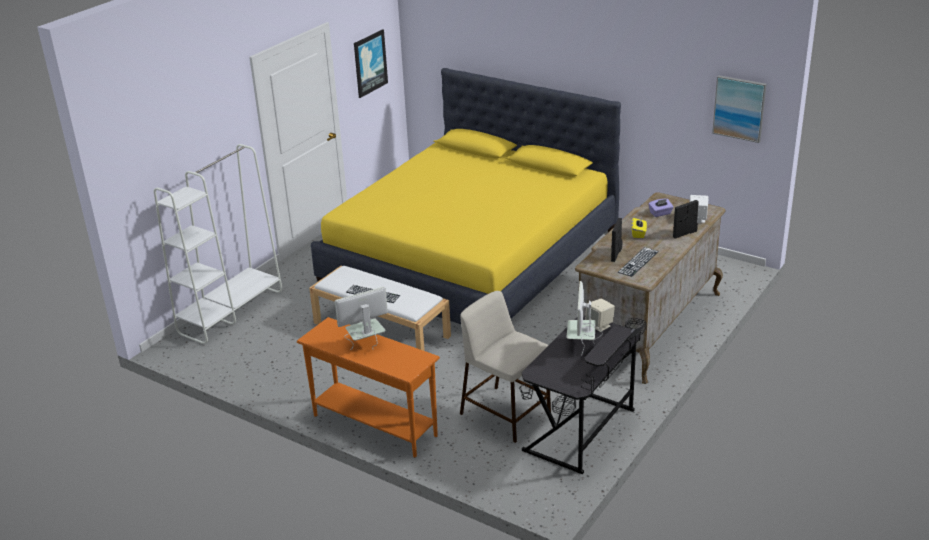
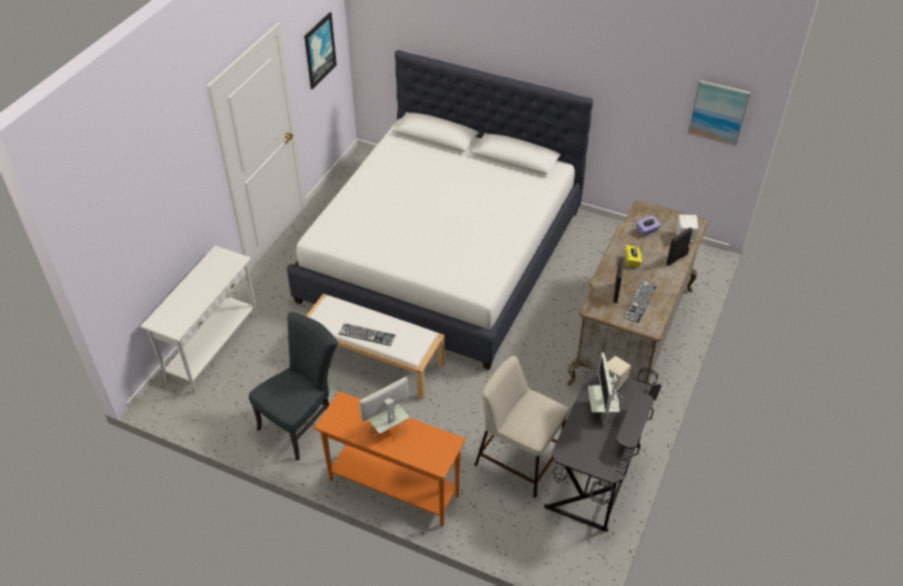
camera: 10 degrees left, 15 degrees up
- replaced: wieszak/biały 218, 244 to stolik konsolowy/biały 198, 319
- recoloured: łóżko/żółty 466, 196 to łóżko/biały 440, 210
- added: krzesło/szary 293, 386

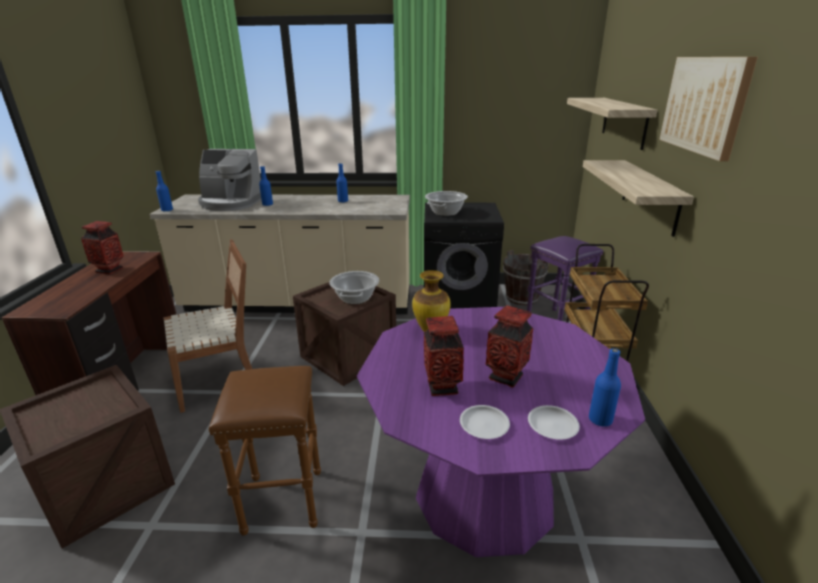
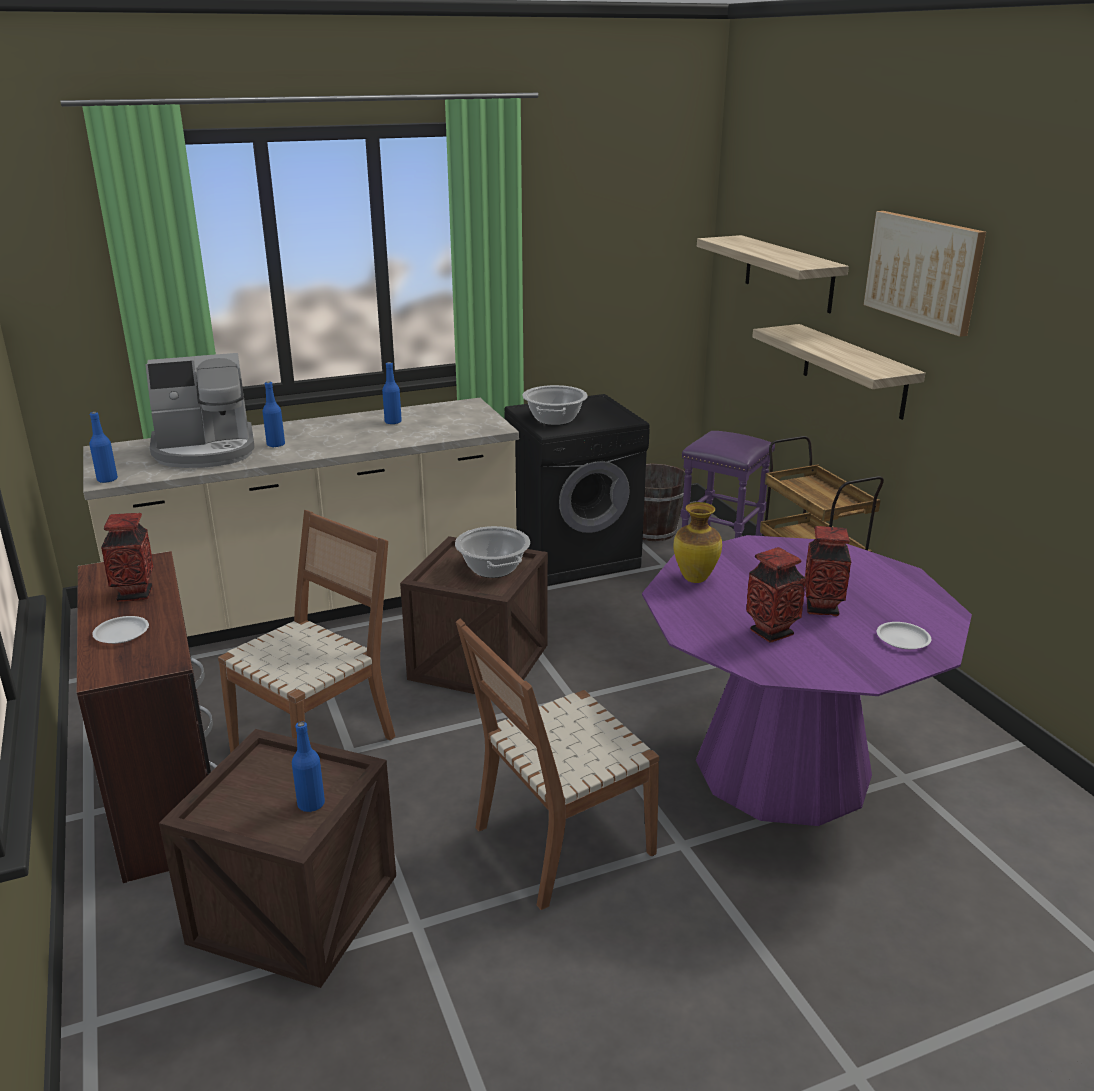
camera: 25 degrees left, 0 degrees up
- replaced: stołek/brązowy 265, 450 to krzesło 557, 764
- moved: talerz/biały 485, 422 to 120, 630
- moved: butelka/niebieski 605, 387 to 308, 766

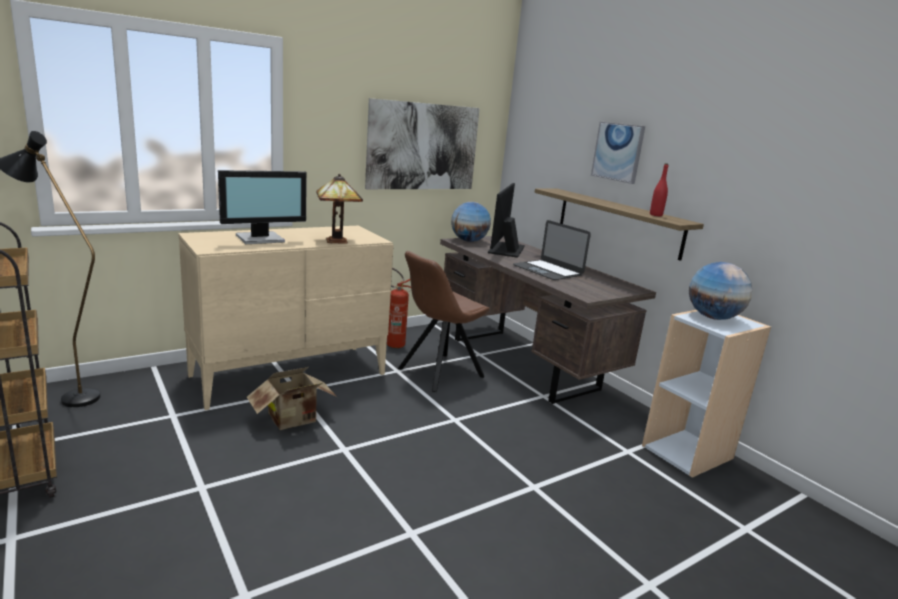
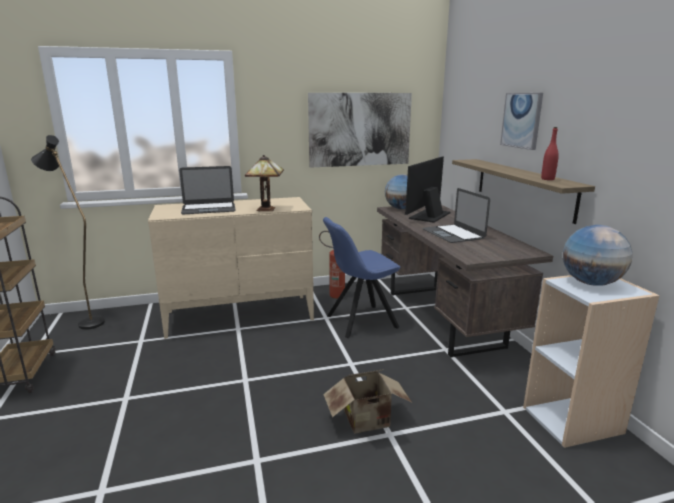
camera: 20 degrees right, 0 degrees up
- replaced: monitor 262, 207 to laptop 207, 190
- moved: karton 292, 398 to 367, 401
- recoloured: krzesło/brązowy 444, 321 to krzesło/niebieski 361, 277

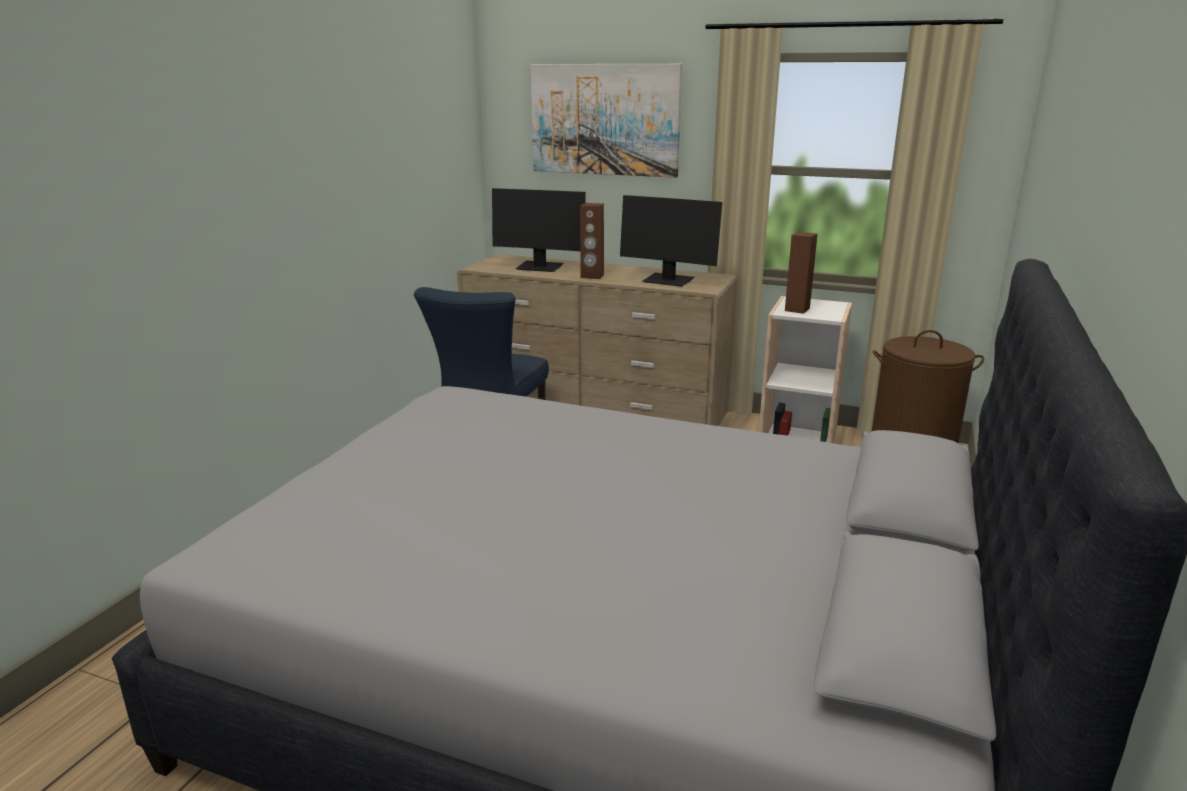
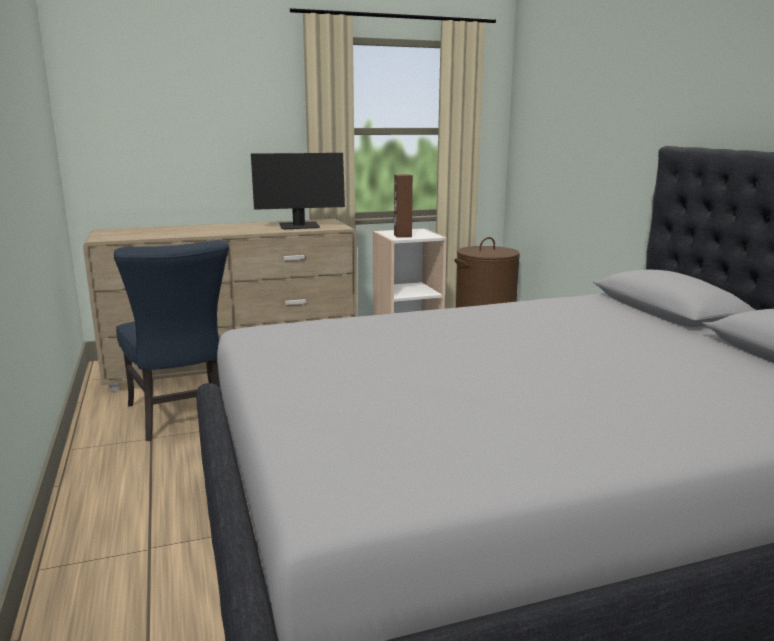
camera: 40 degrees left, 5 degrees down
- removed: monitor 539, 230
- removed: obraz 606, 121
- removed: głośnik/brązowy 592, 241

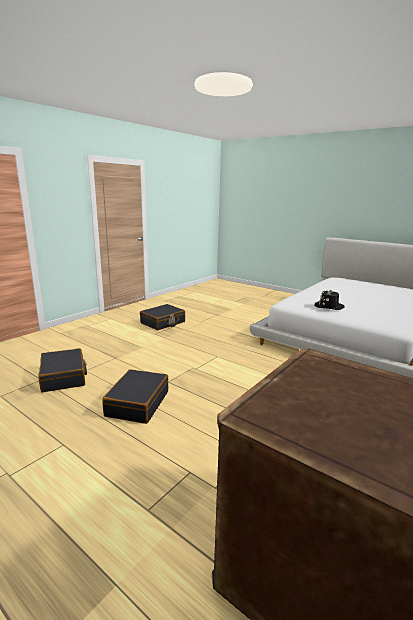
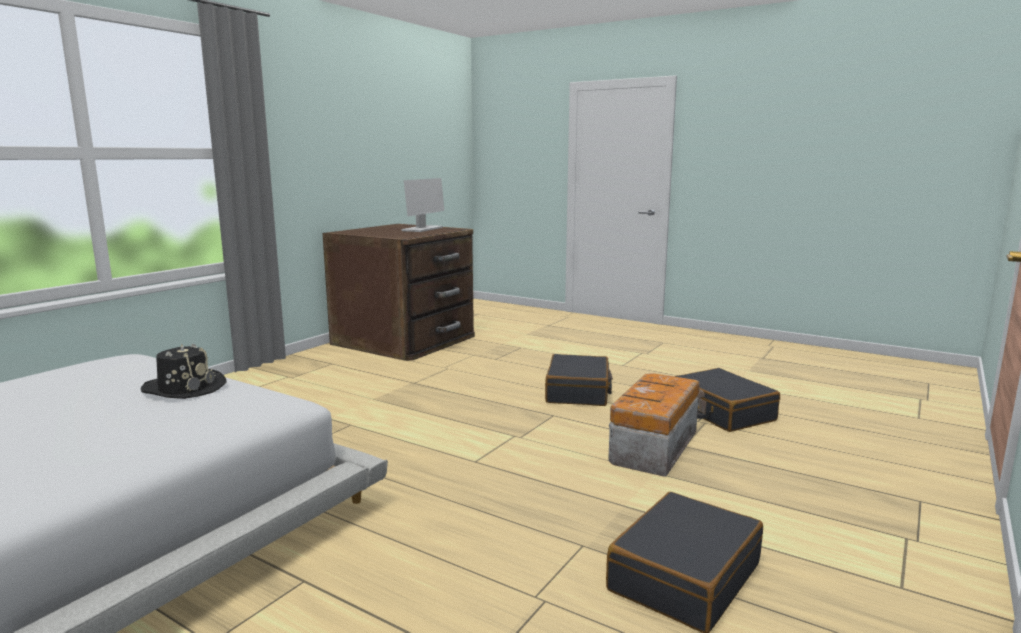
camera: 175 degrees right, 5 degrees down
- added: monitor 422, 205
- added: pojemnik do przechowywania 654, 425

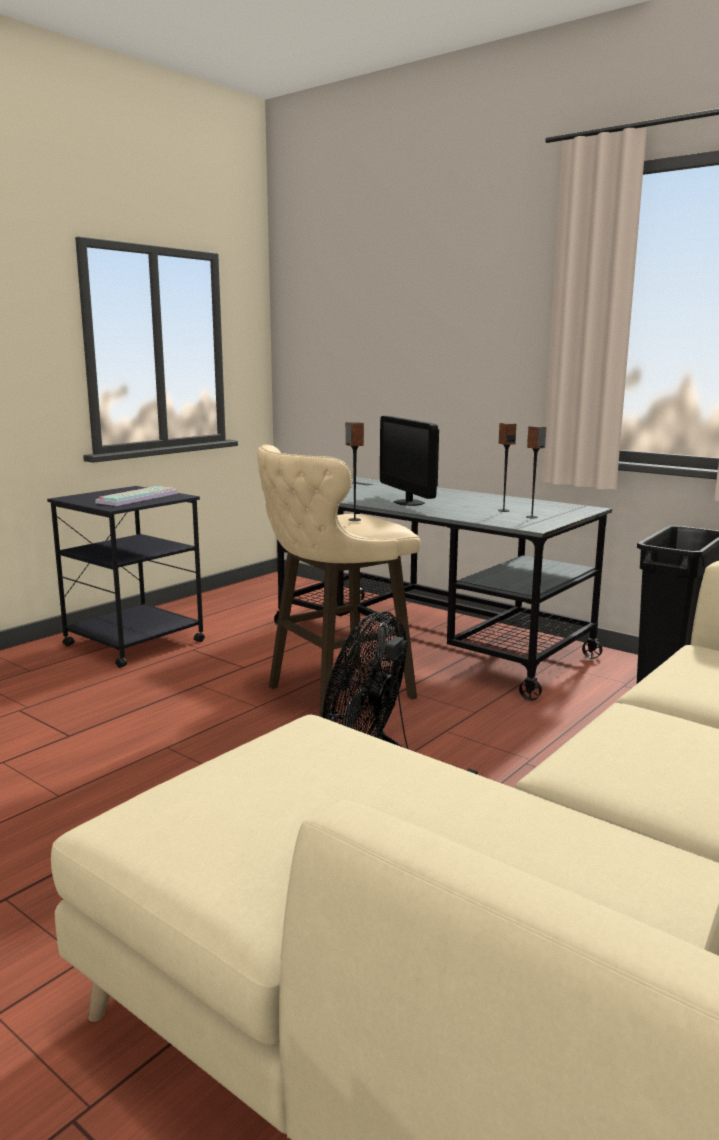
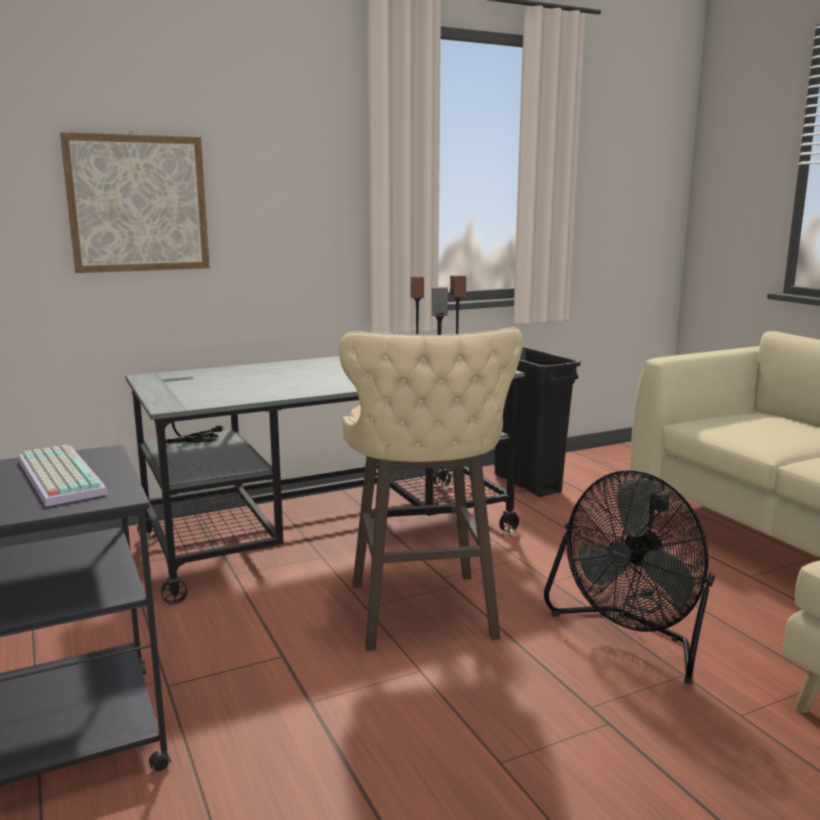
camera: 65 degrees left, 0 degrees up
- removed: monitor 409, 461
- added: obraz 135, 202

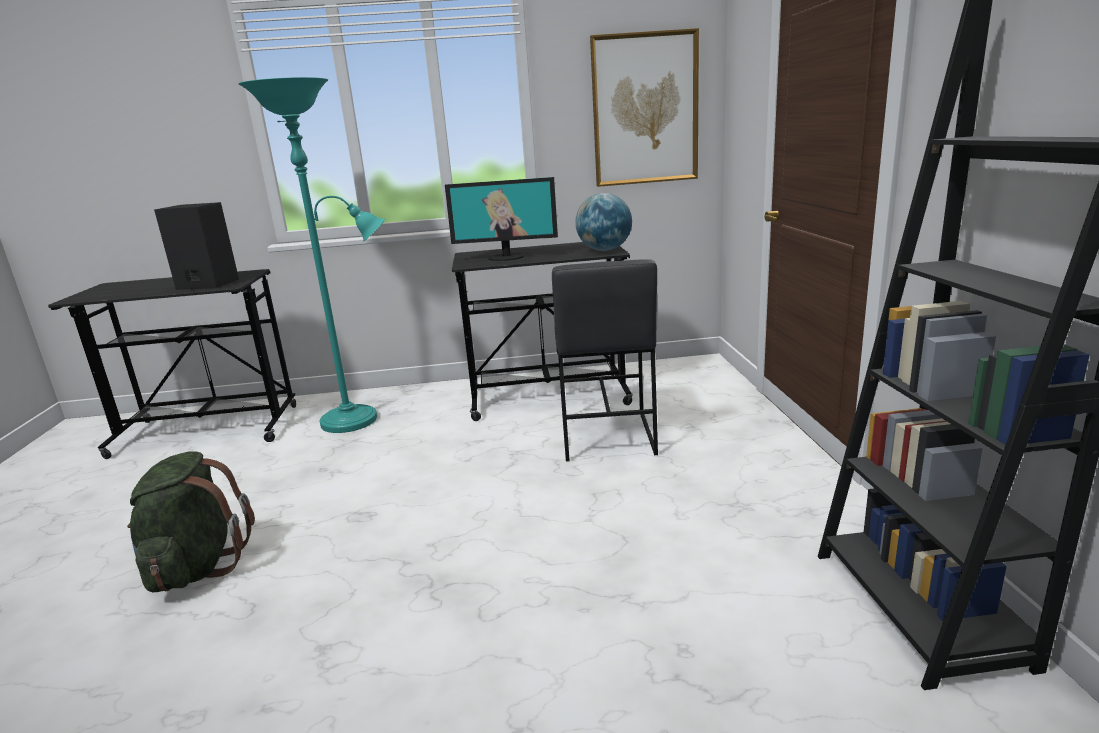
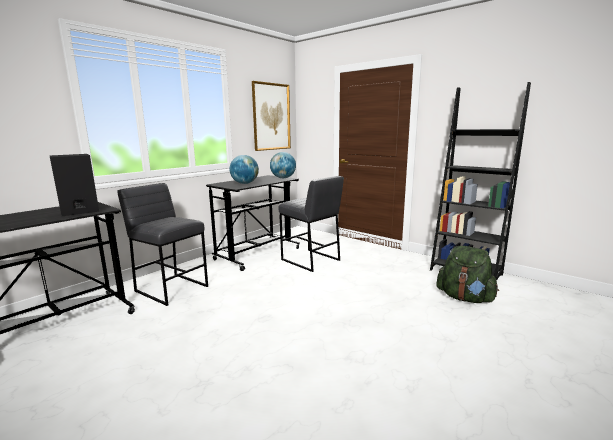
camera: 45 degrees left, 5 degrees down
- moved: plecak/zielony 191, 521 to 467, 274
- replaced: lampa stojąca/turkusowy 312, 255 to stołek/szary 162, 244
- replaced: monitor 501, 219 to globus 244, 169

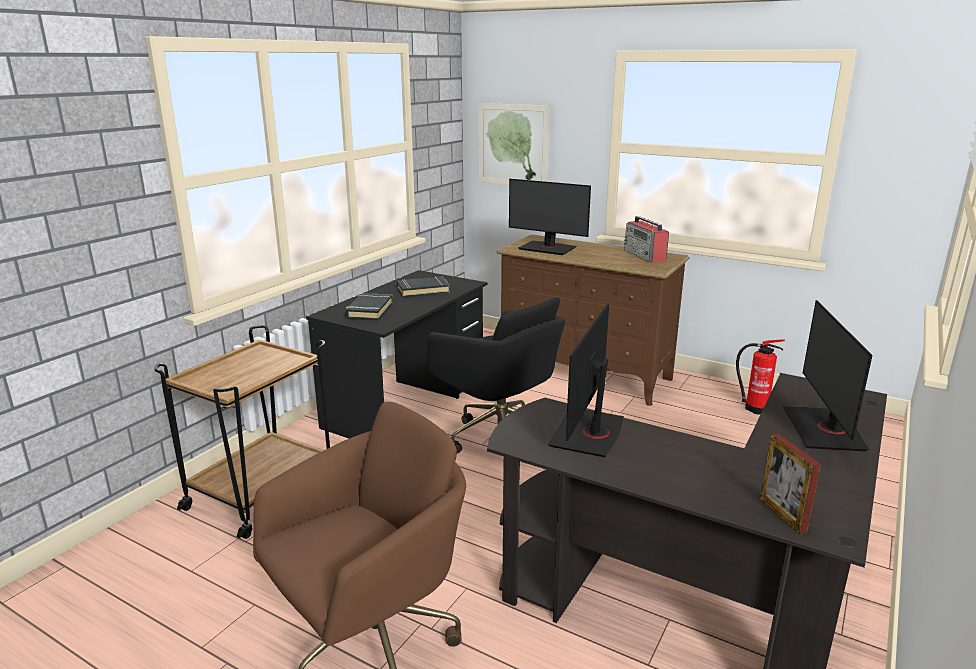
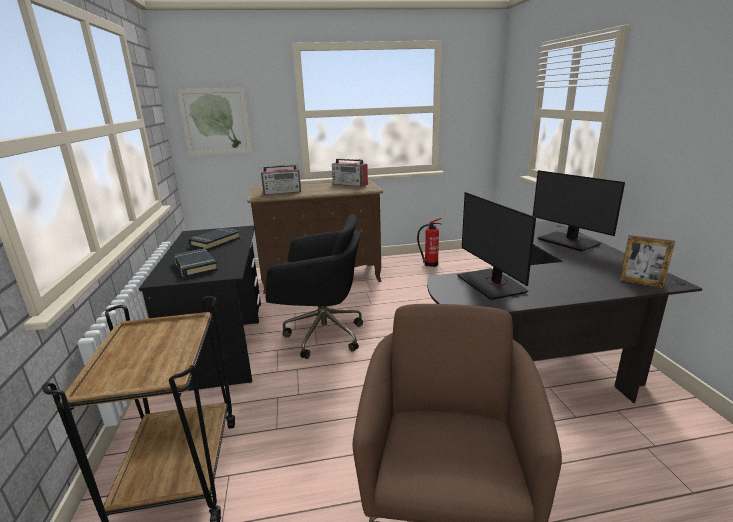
camera: 40 degrees left, 0 degrees up
- replaced: monitor 550, 217 to radio 281, 180

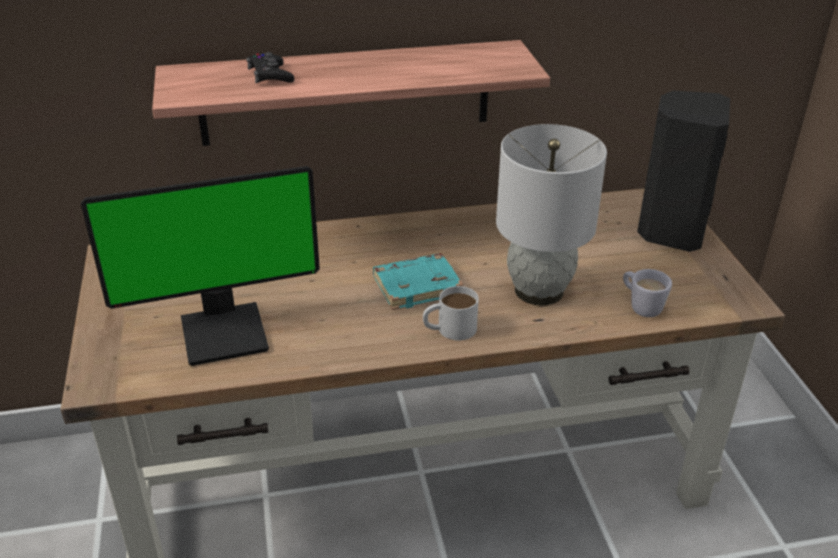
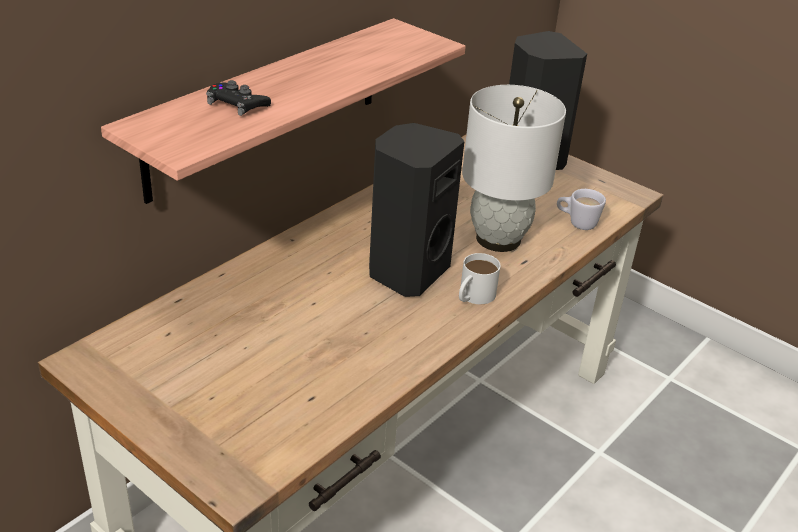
camera: 40 degrees left, 0 degrees up
- removed: monitor 200, 266
- replaced: książka/turkusowy 418, 281 to głośnik/czarny 416, 210

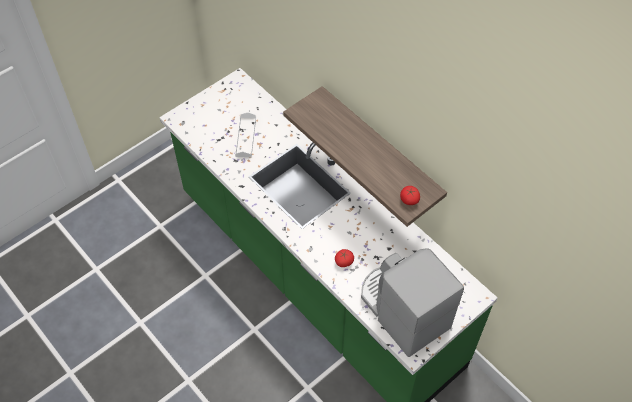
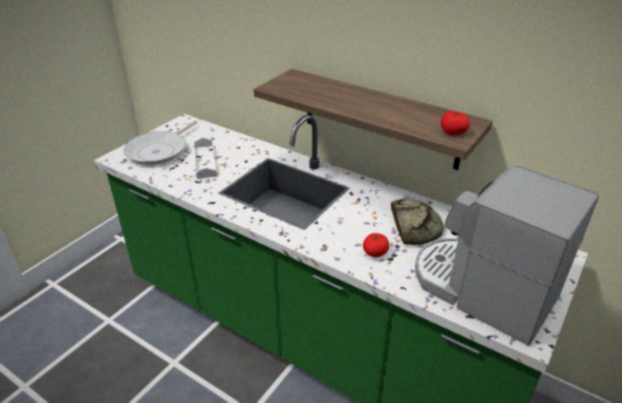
camera: 15 degrees left, 20 degrees down
- added: patelnia 160, 143
- added: chleb 417, 221

